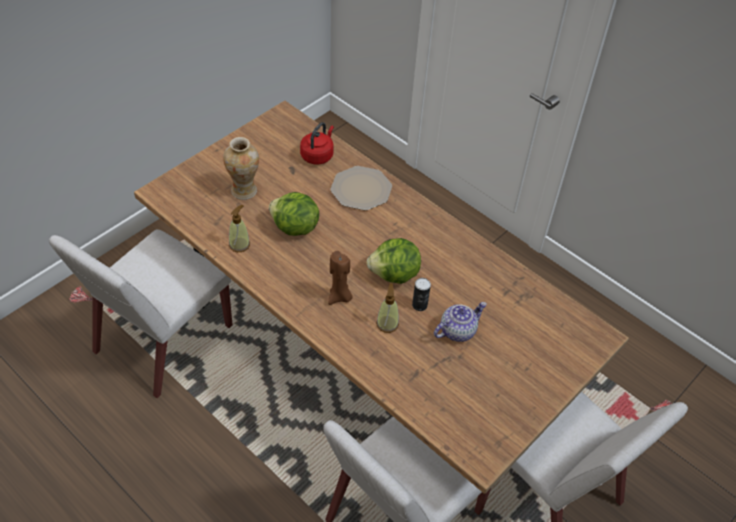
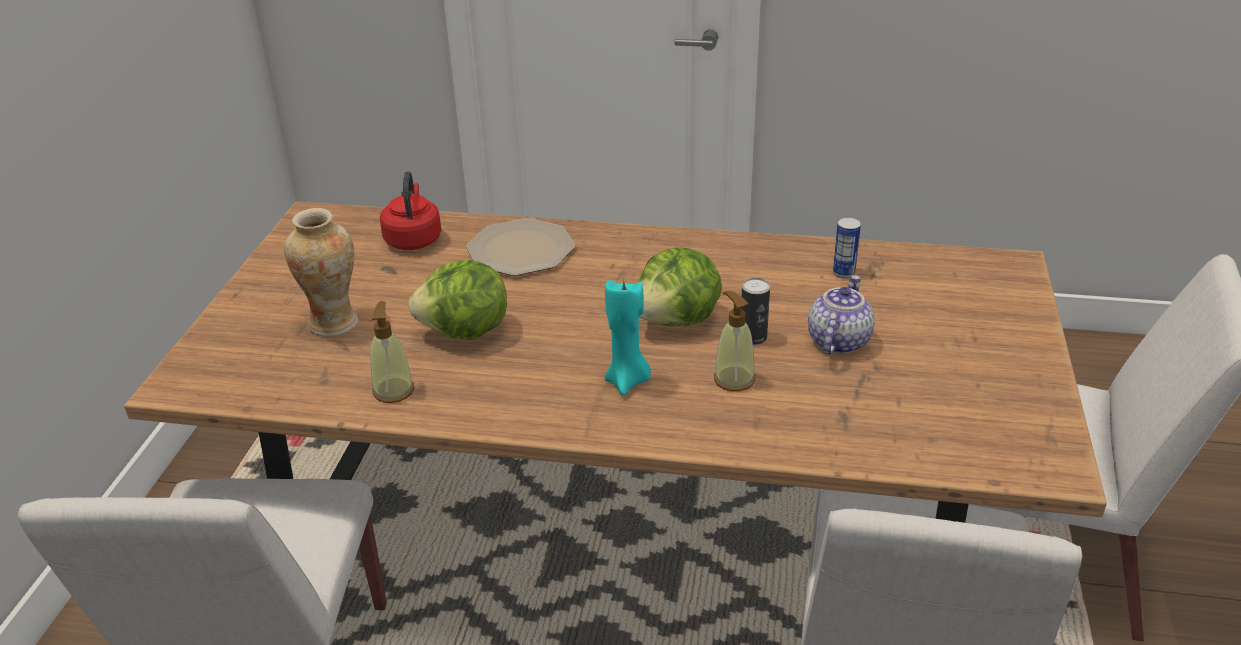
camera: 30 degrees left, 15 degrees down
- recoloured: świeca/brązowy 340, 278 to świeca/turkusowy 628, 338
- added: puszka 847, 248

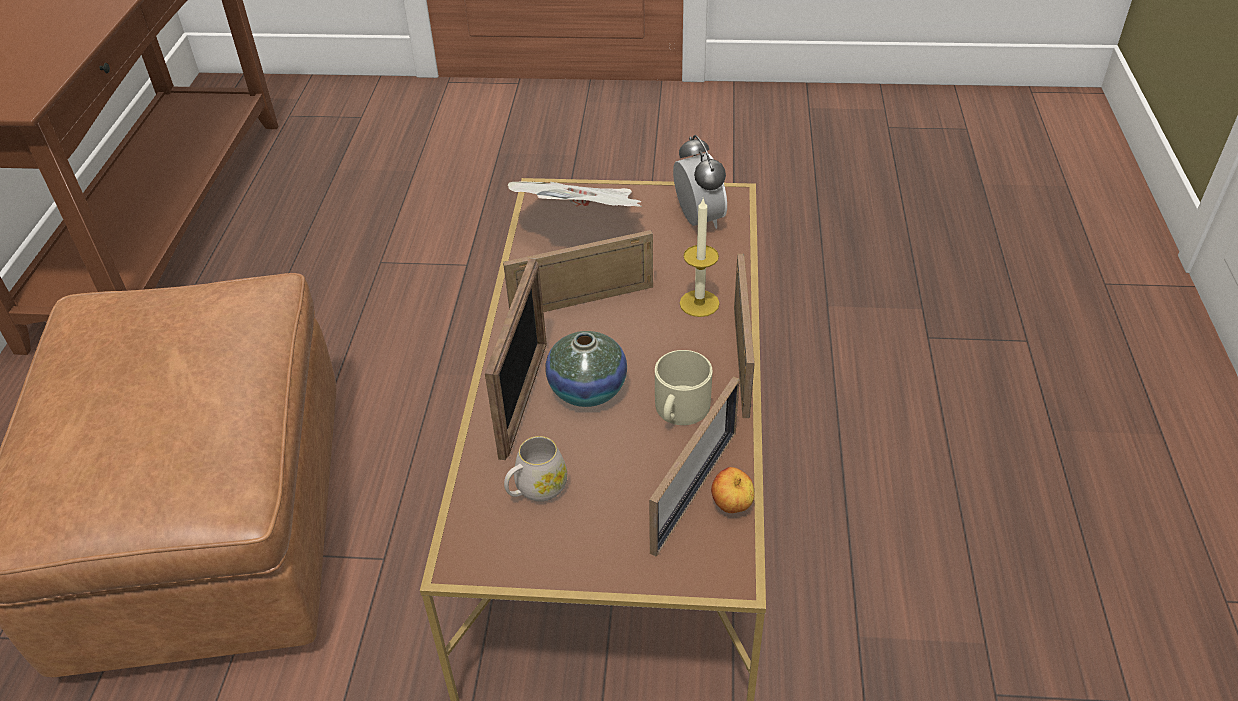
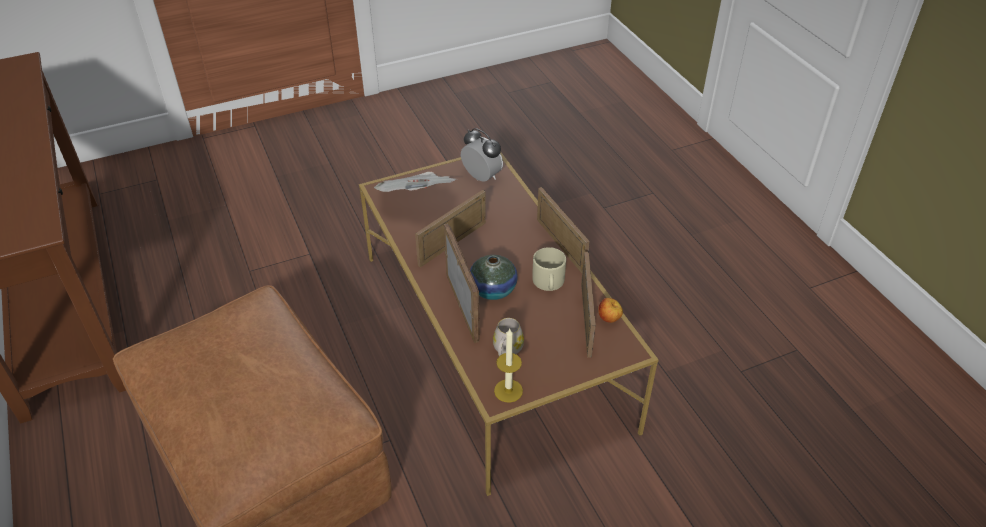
camera: 30 degrees left, 0 degrees up
- moved: świeca 700, 258 to 508, 366

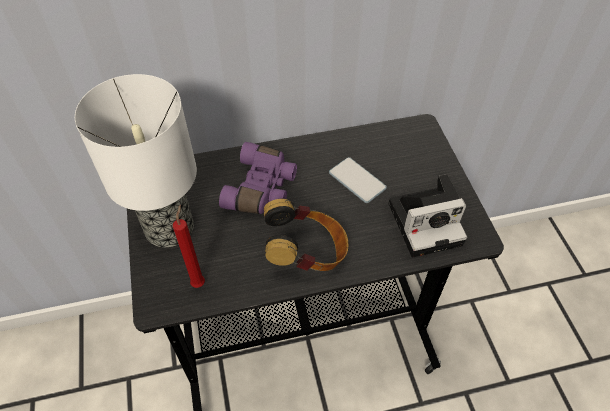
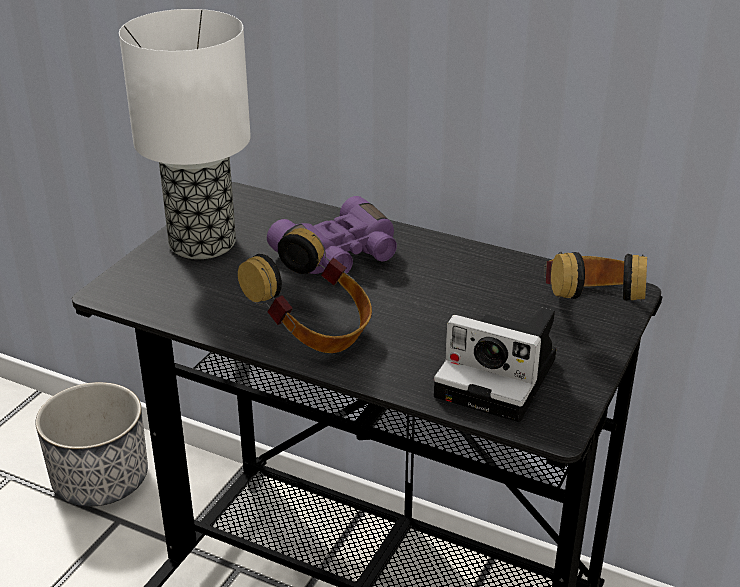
camera: 40 degrees right, 20 degrees down
- removed: świeca/czerwony 189, 246
- removed: telefon 358, 180
- added: donica 91, 444
- added: słuchawki 595, 276

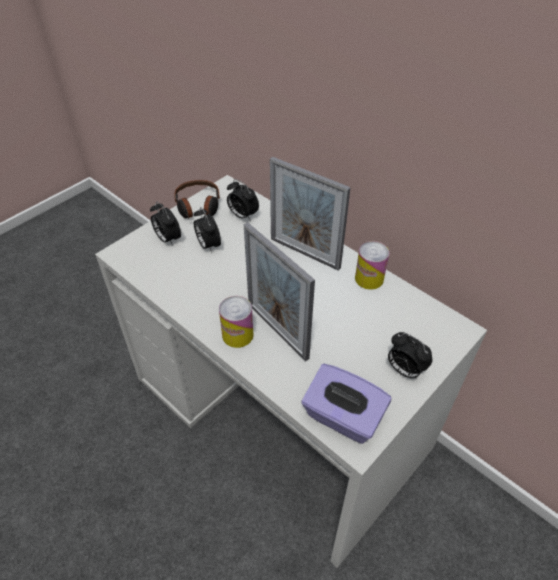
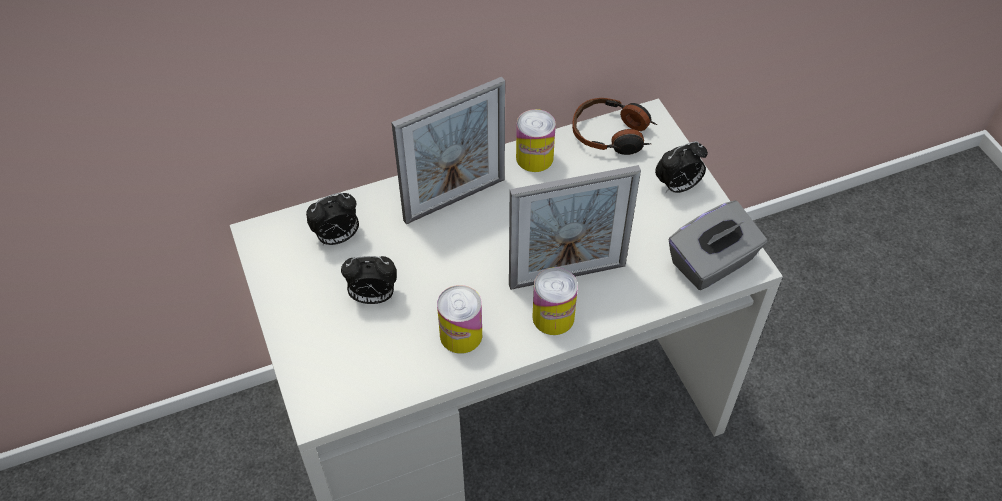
camera: 65 degrees left, 5 degrees up
- removed: budzik 165, 224
- moved: słuchawki 197, 199 to 614, 126
- recoloured: pudełko chusteczek/fioletowy 346, 404 to pudełko chusteczek/szary 718, 245
- added: puszka 459, 319

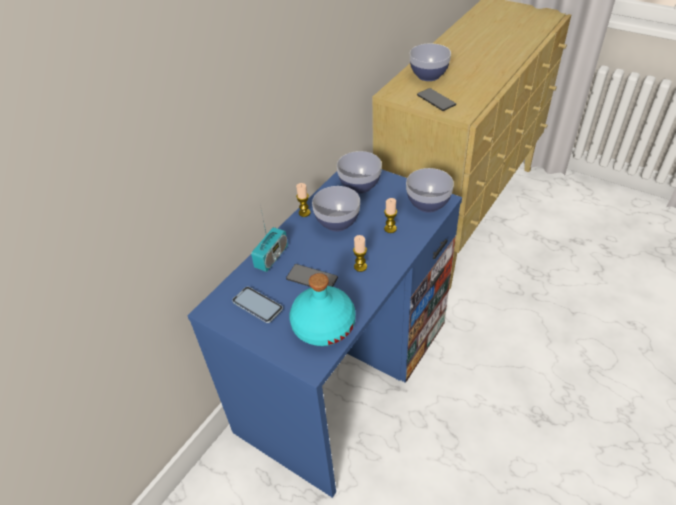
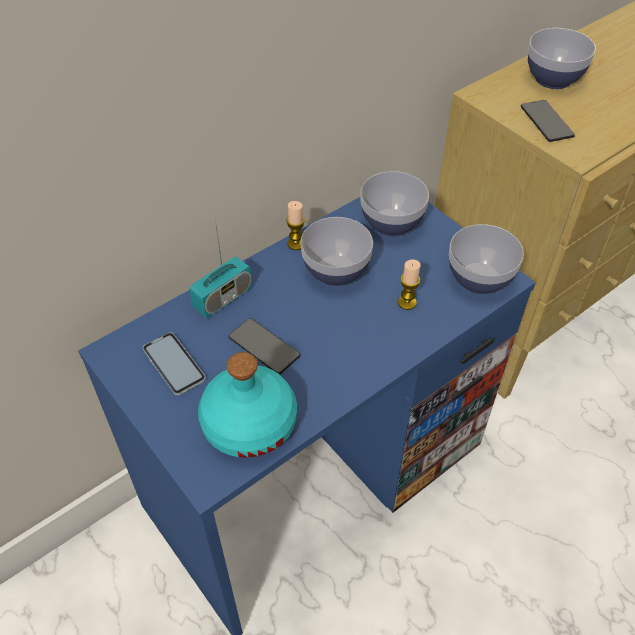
camera: 15 degrees right, 5 degrees up
- removed: świeca 360, 253

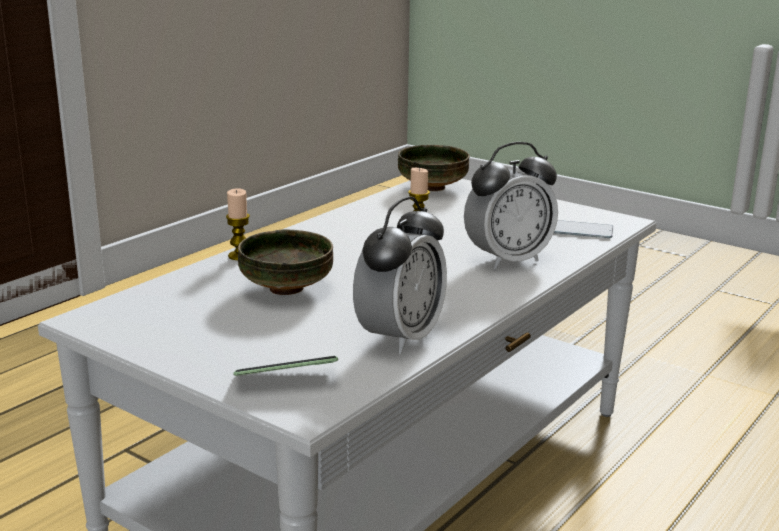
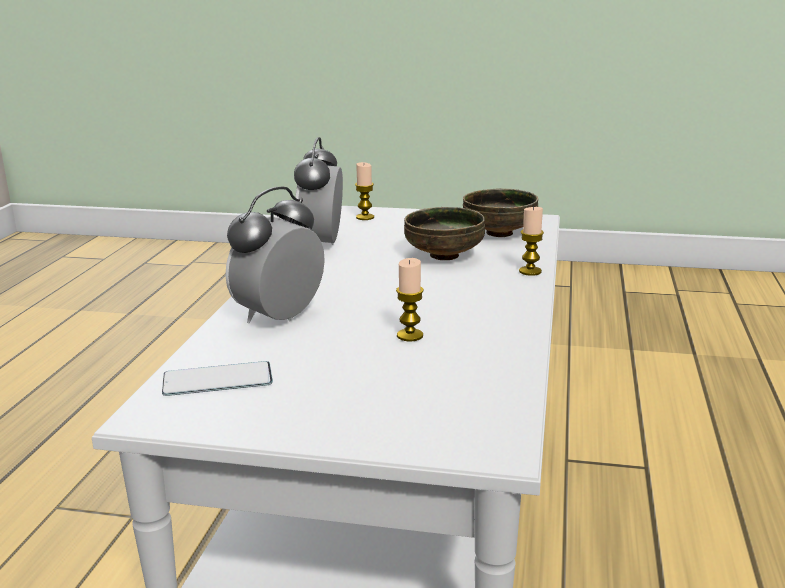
camera: 155 degrees right, 0 degrees up
- replaced: telefon 285, 366 to świeca 364, 191
- moved: miska 434, 168 to 500, 212

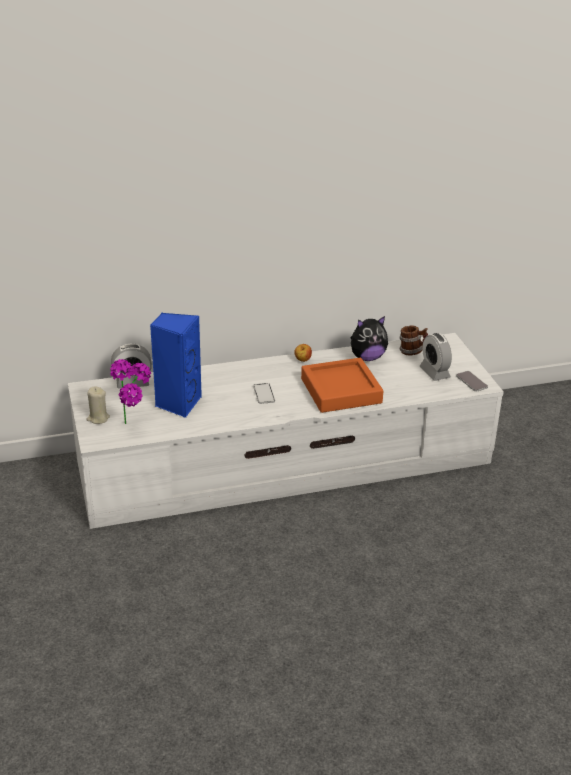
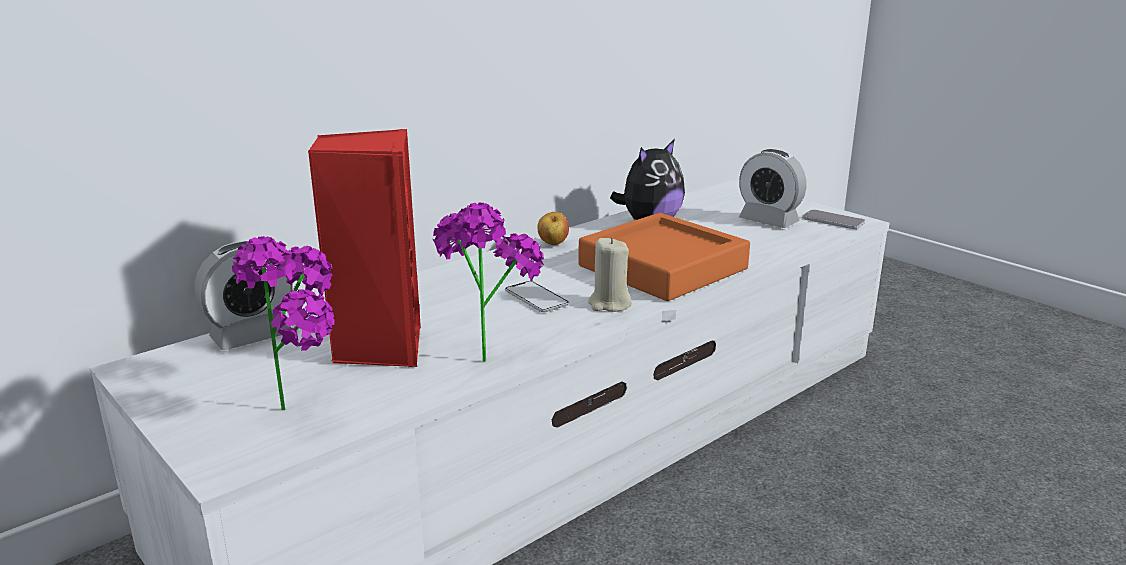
camera: 25 degrees left, 10 degrees down
- moved: świeca/beżowy 98, 405 to 610, 274
- recoloured: głośnik/niebieski 176, 365 to głośnik/czerwony 364, 248
- removed: kubek 413, 341
- added: roślina doniczkowa 488, 282

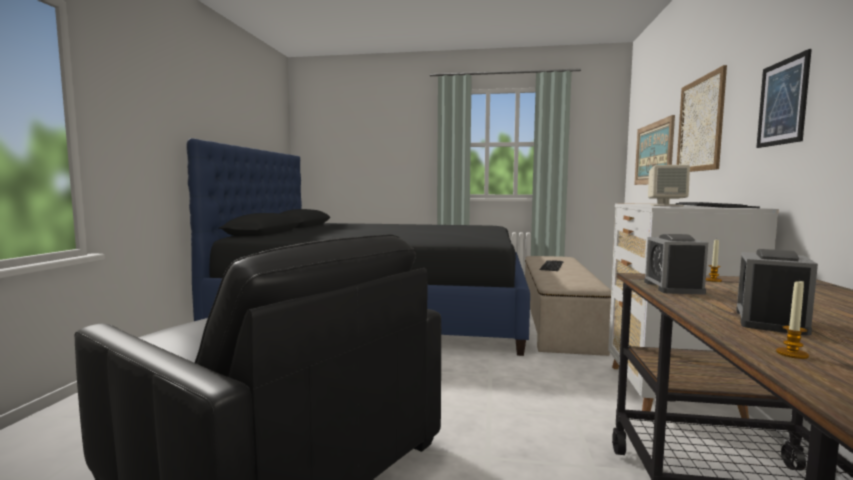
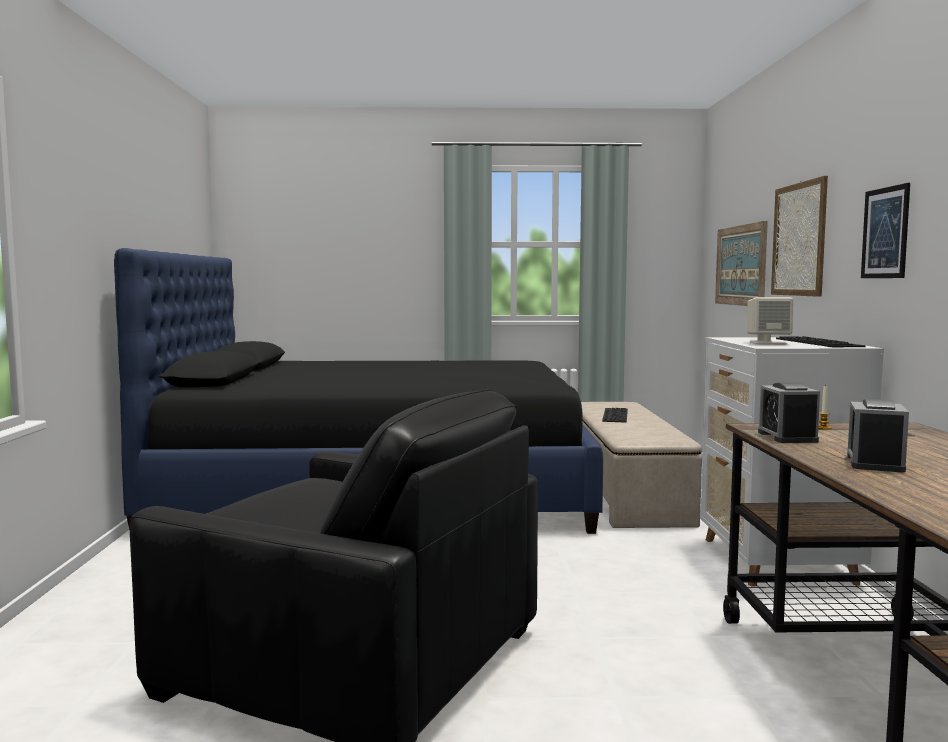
camera: 10 degrees left, 0 degrees up
- removed: świeca 792, 319

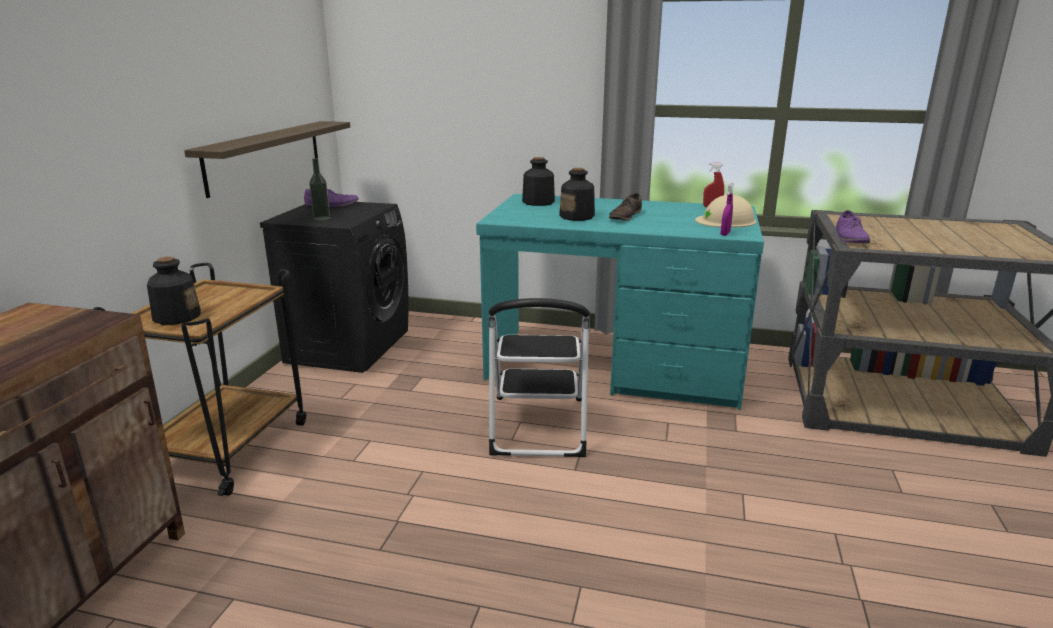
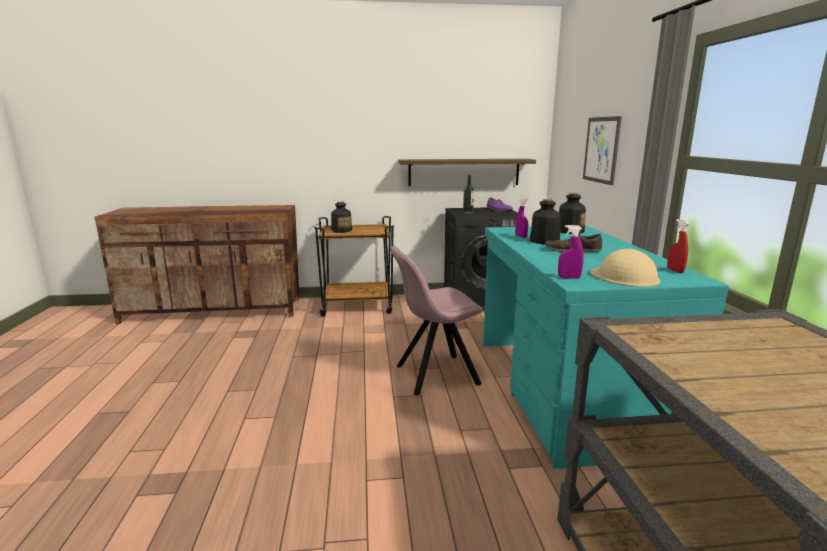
camera: 70 degrees right, 5 degrees down
- replaced: drabinka 539, 377 to krzesło/różowy 436, 320
- removed: but/fioletowy 853, 226
- added: spryskiwacz/fioletowy 521, 218
- added: obraz 602, 150

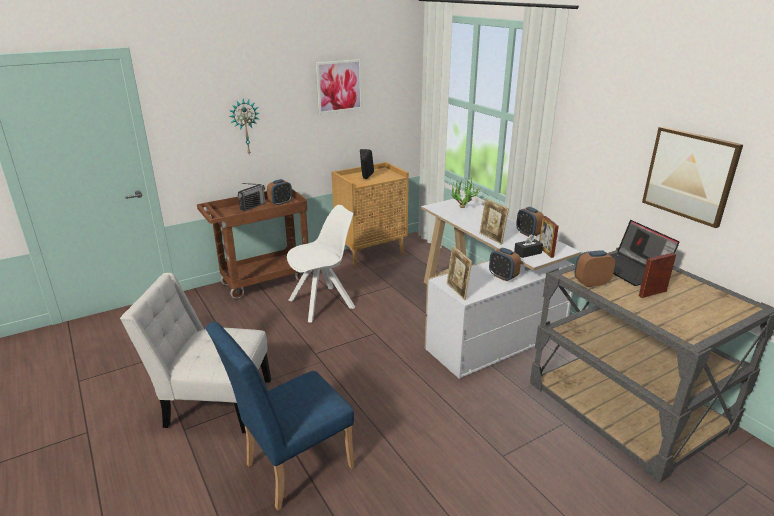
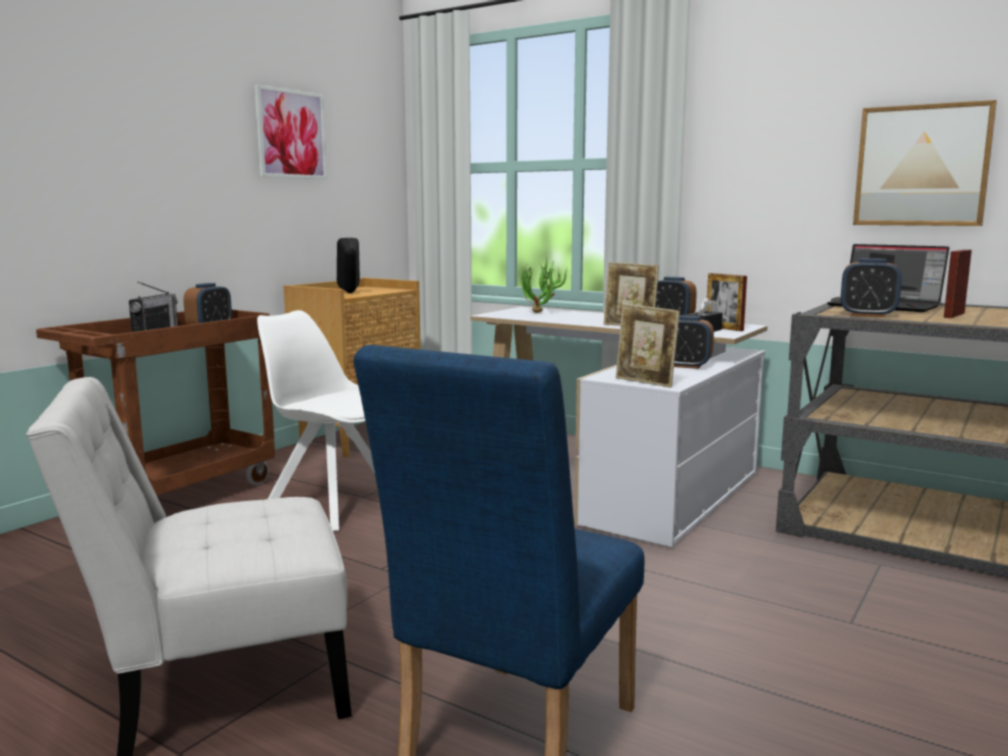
camera: 25 degrees left, 15 degrees down
- removed: zegar ścienny 244, 127
- turned: krzesło/biały 321, 264 = 316, 420 90 degrees counterclockwise
- turned: budzik 594, 268 = 871, 287 120 degrees counterclockwise

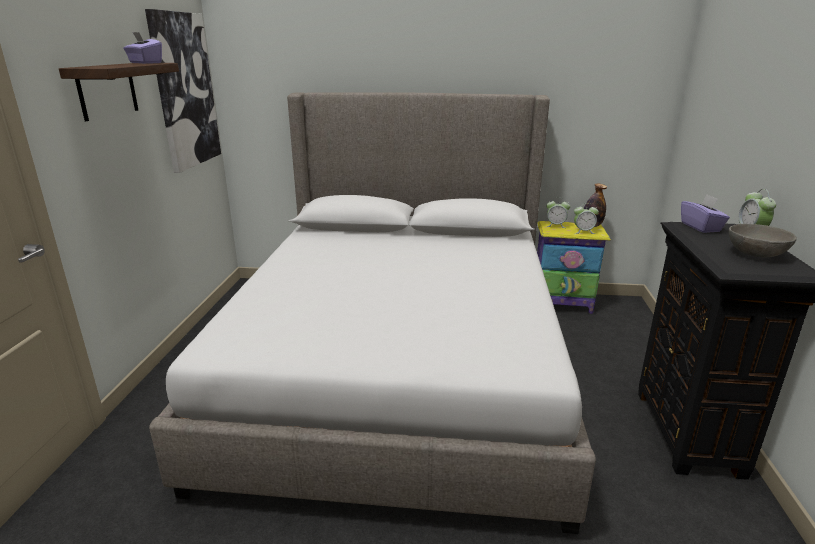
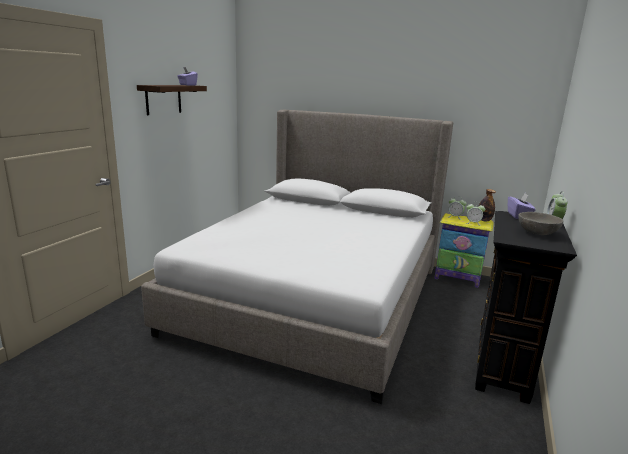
camera: 15 degrees right, 5 degrees down
- removed: obraz 183, 91

